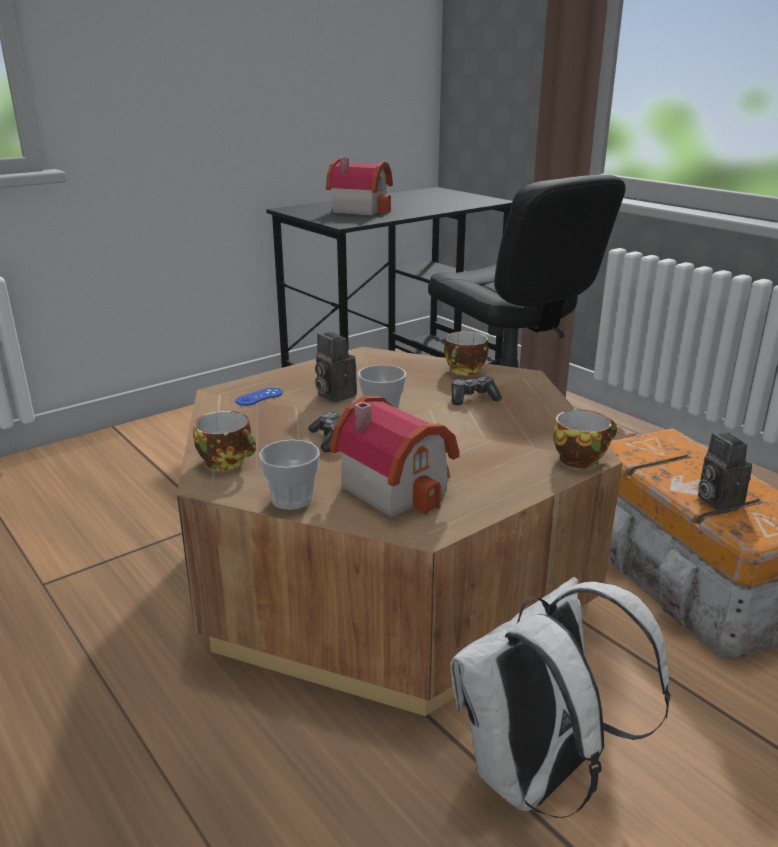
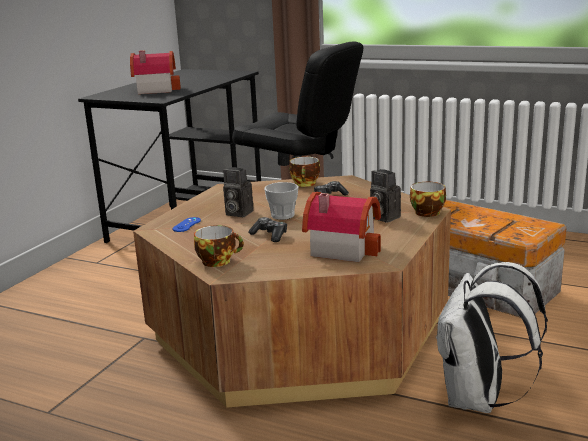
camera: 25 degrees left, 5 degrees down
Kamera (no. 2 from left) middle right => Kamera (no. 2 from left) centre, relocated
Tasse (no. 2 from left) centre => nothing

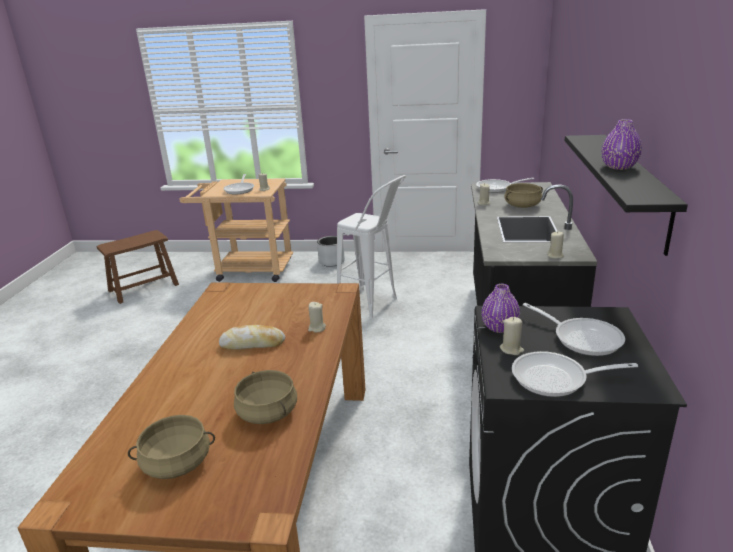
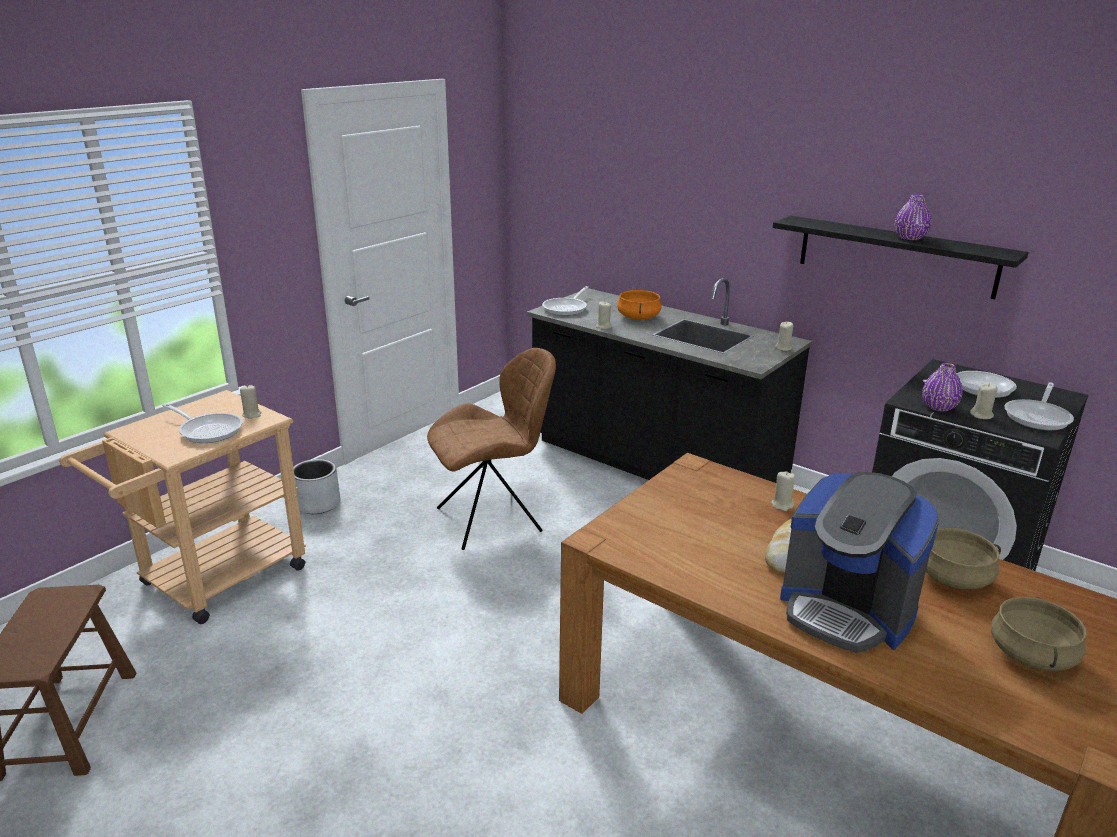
camera: 60 degrees left, 0 degrees up
Hocker (weiß) centre => Stuhl (braun) centre
Kochtopf (beige) (no. 3 from left) middle right => Kochtopf (orange) centre
nothing => Kaffeemaschine bottom right

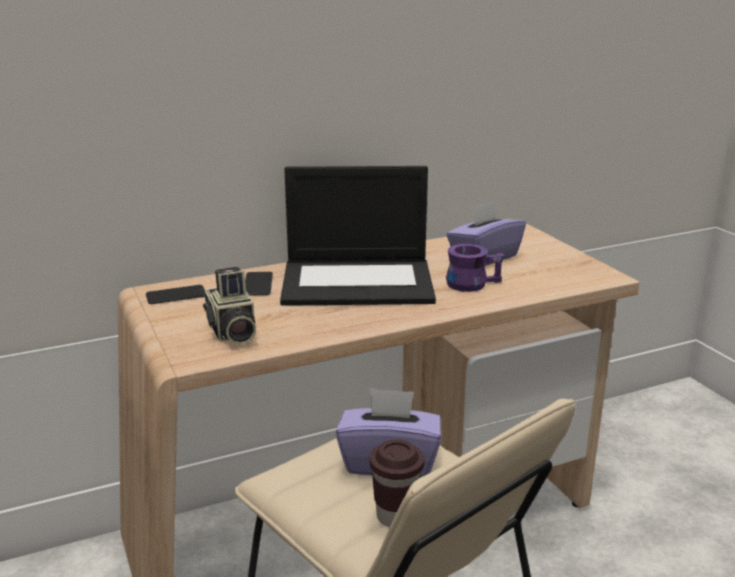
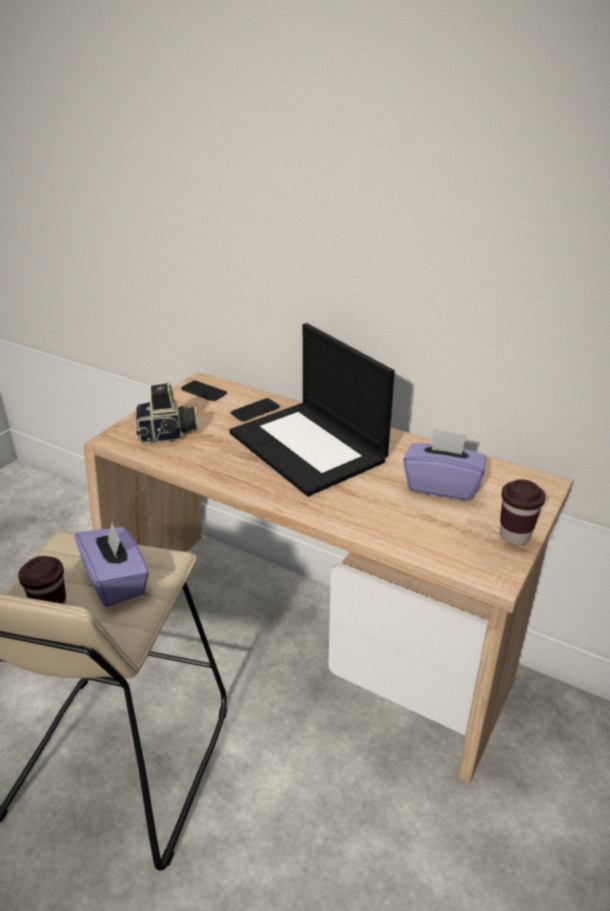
camera: 55 degrees right, 10 degrees up
Henkelbecher (lila) centre => nothing
Kamera middle left, 135 degrees counterclockwise
nothing => Tasse (braun) (no. 2 from left) middle right

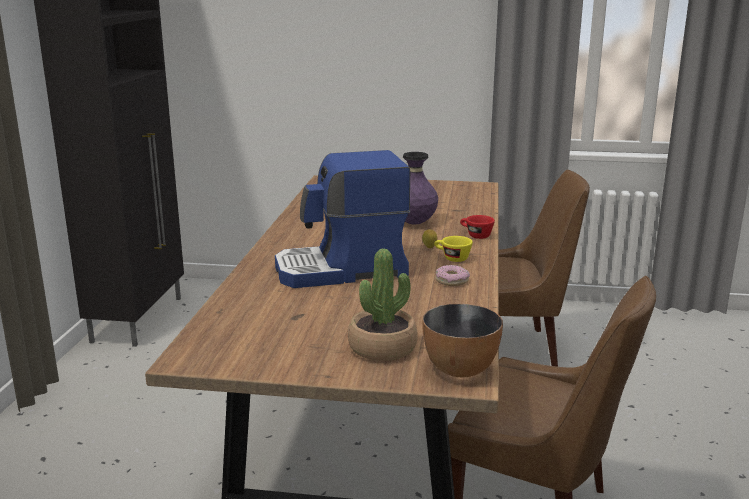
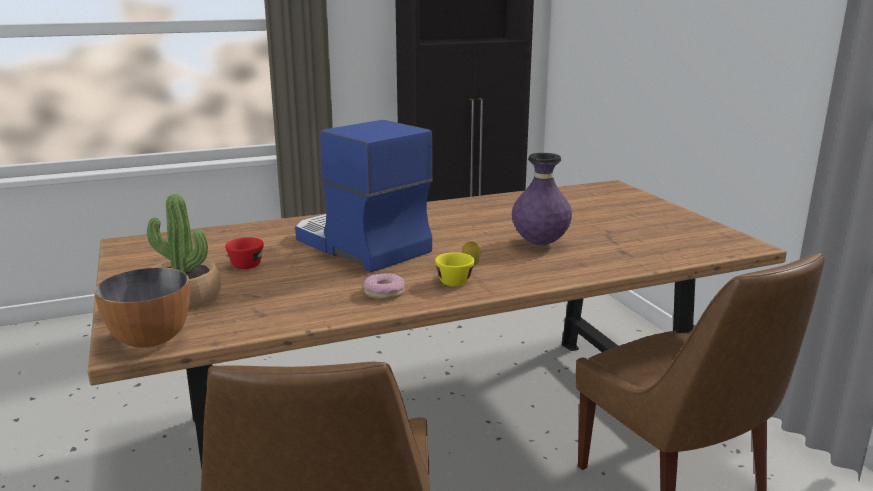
camera: 60 degrees right, 0 degrees up
Tasse (rot) centre => Tasse (rot) middle left, relocated

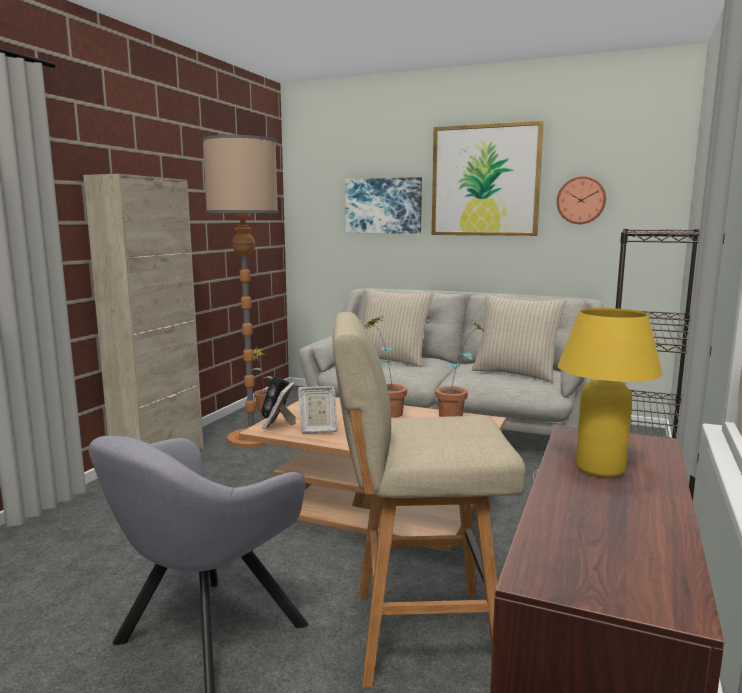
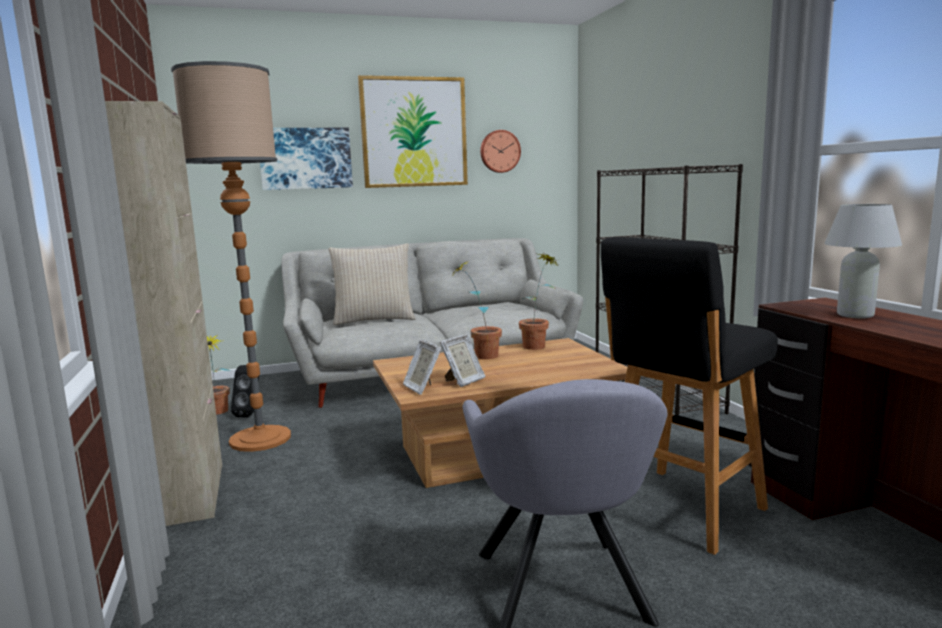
camera: 40 degrees left, 0 degrees up
Kissen (beige) (no. 2 from left) middle right => nothing
Tischlampe (gelb) middle right => Tischlampe (weiß) middle right
Hocker (beige) bottom centre => Hocker (schwarz) middle right

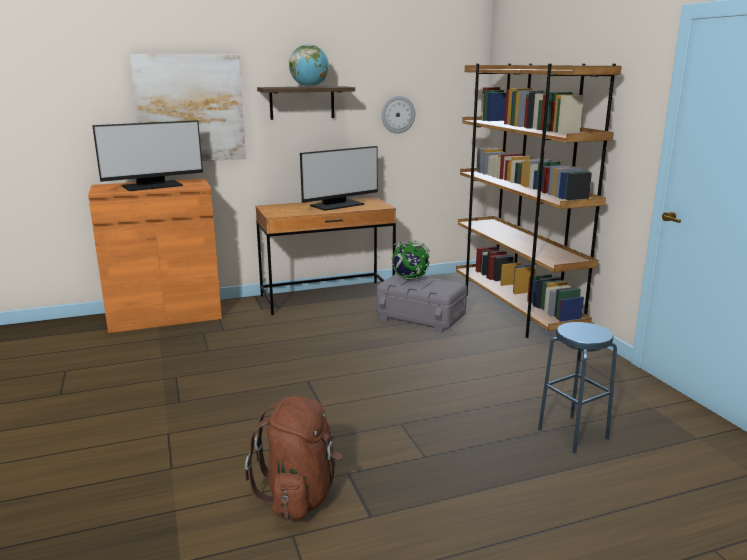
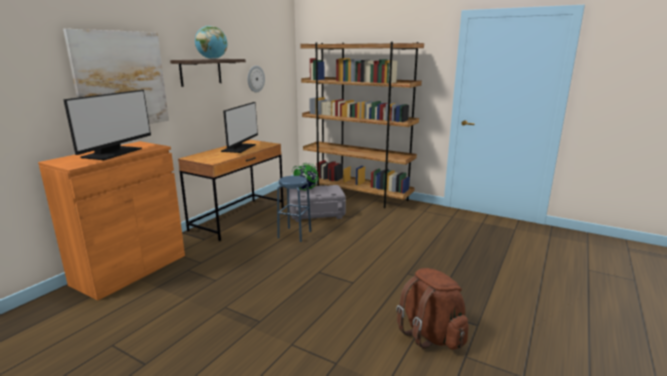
camera: 40 degrees left, 0 degrees up
Hocker (blau) bottom right => Hocker (blau) centre, relocated

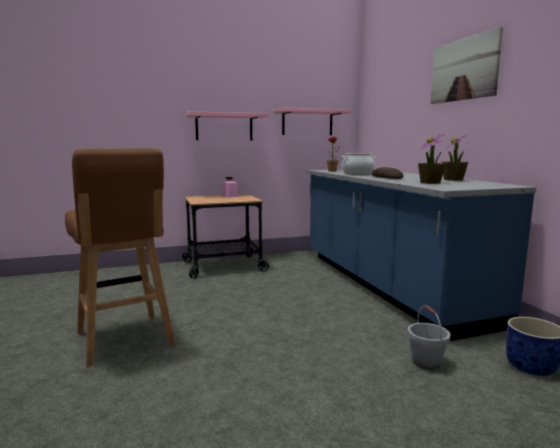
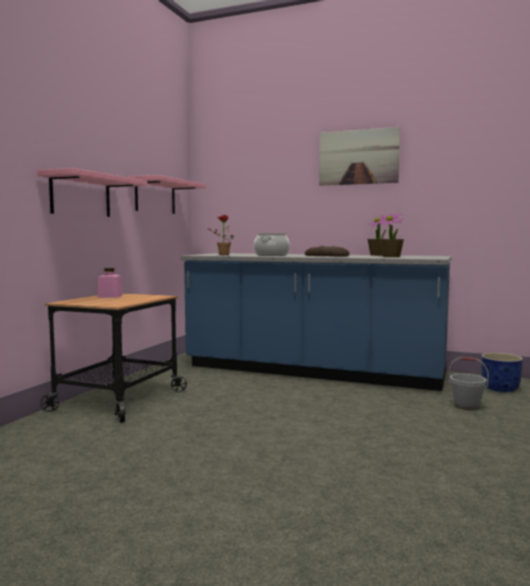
camera: 50 degrees left, 5 degrees down
Hocker (braun) middle left => nothing

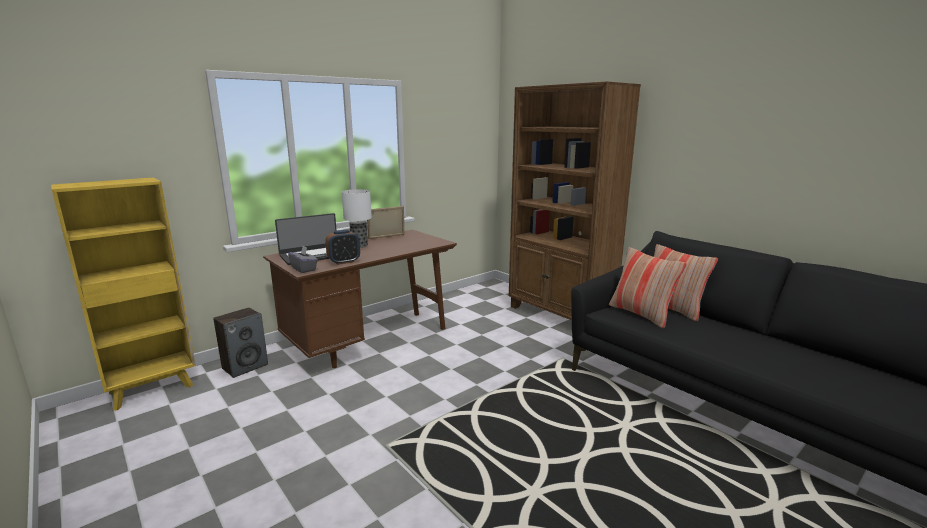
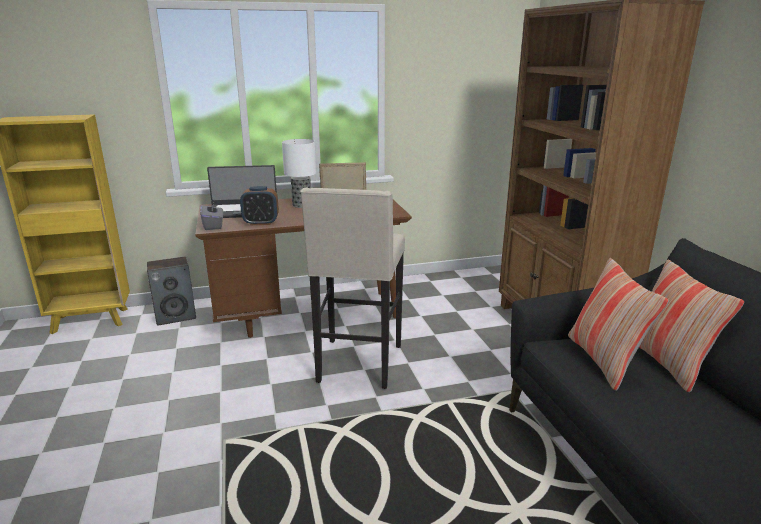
camera: 25 degrees right, 5 degrees up
nothing => Hocker (beige) centre

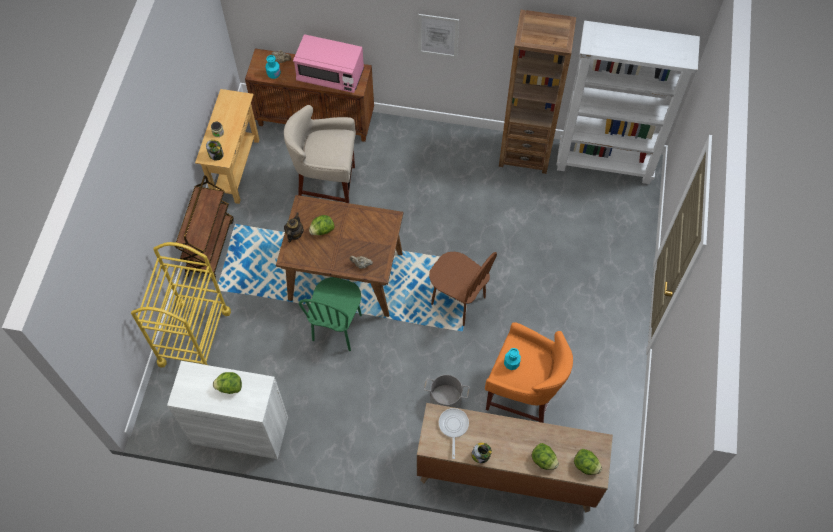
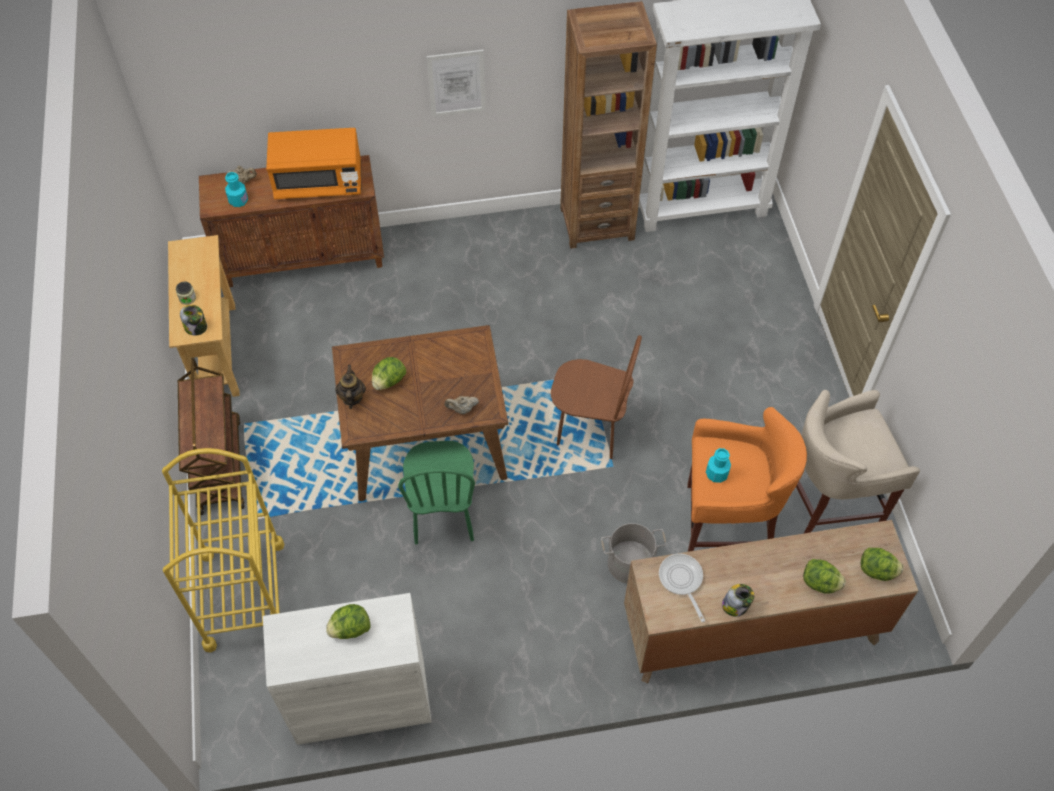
camera: 20 degrees left, 5 degrees down
Mikrowelle (rosa) top centre => Mikrowelle (orange) top left
Hocker (beige) top centre => Hocker (beige) middle right, relocated

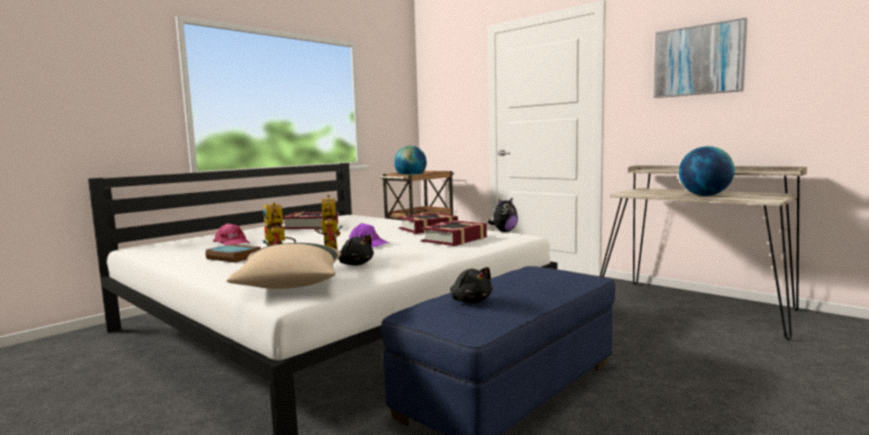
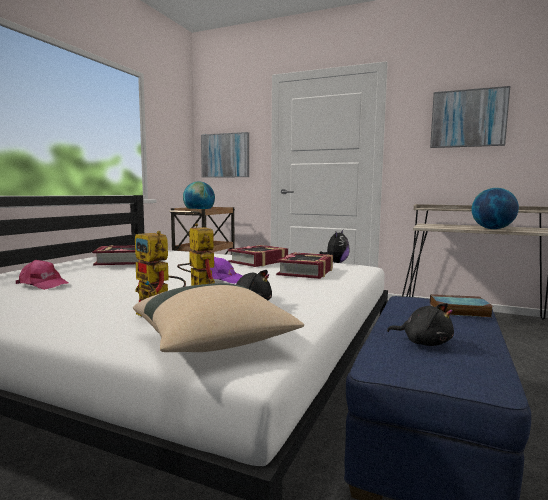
camera: 20 degrees left, 0 degrees up
Buch (no. 1 from left in the first image) middle left => Buch (no. 4 from left) middle right, relocated
nothing => Bild (no. 1 from left) top centre

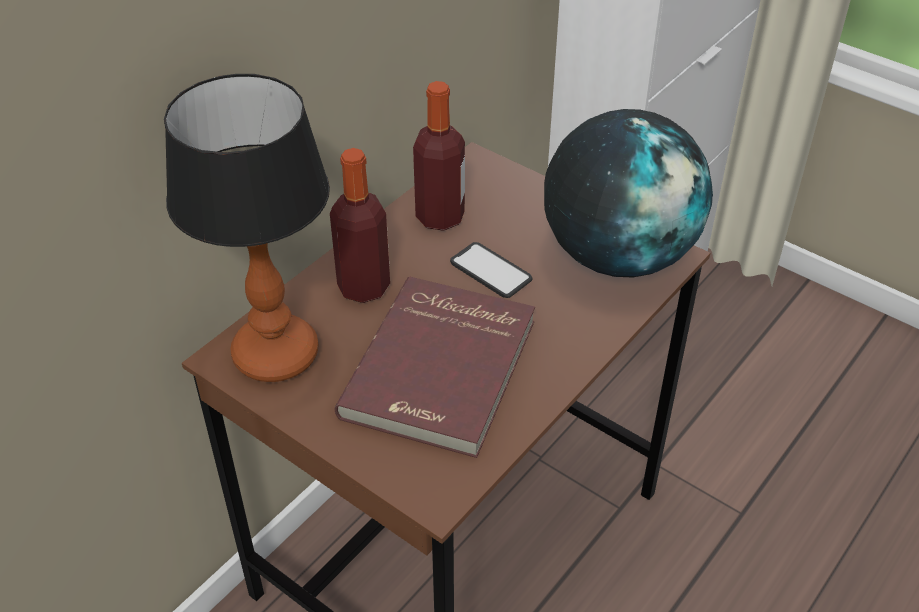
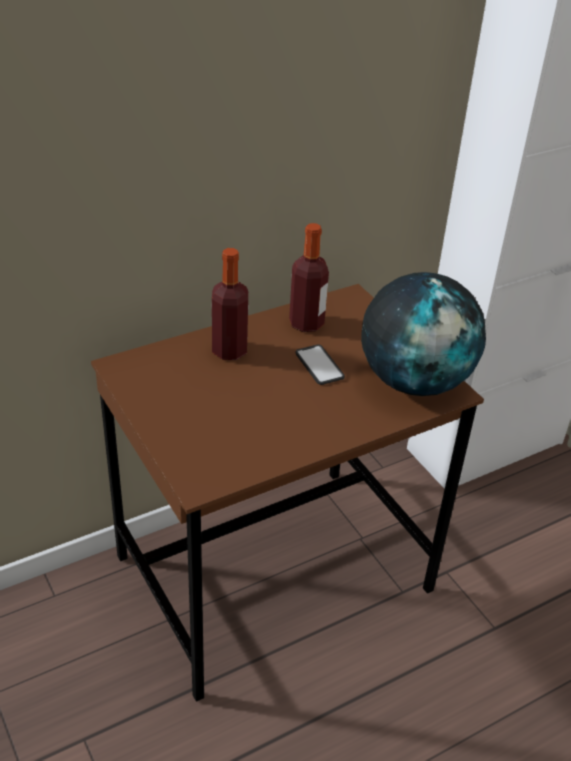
camera: 20 degrees right, 5 degrees down
Tischlampe middle left => nothing
Buch (rot) centre => nothing

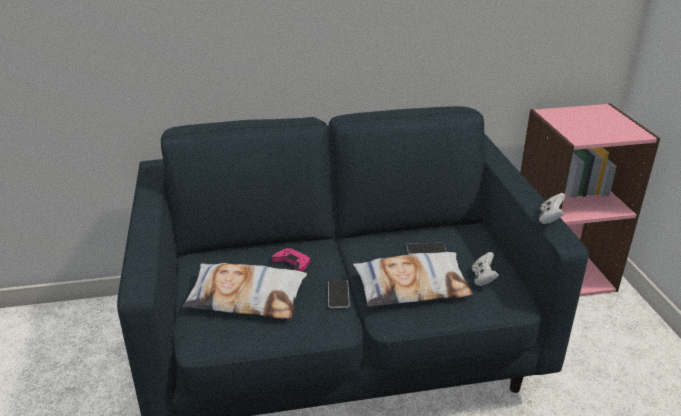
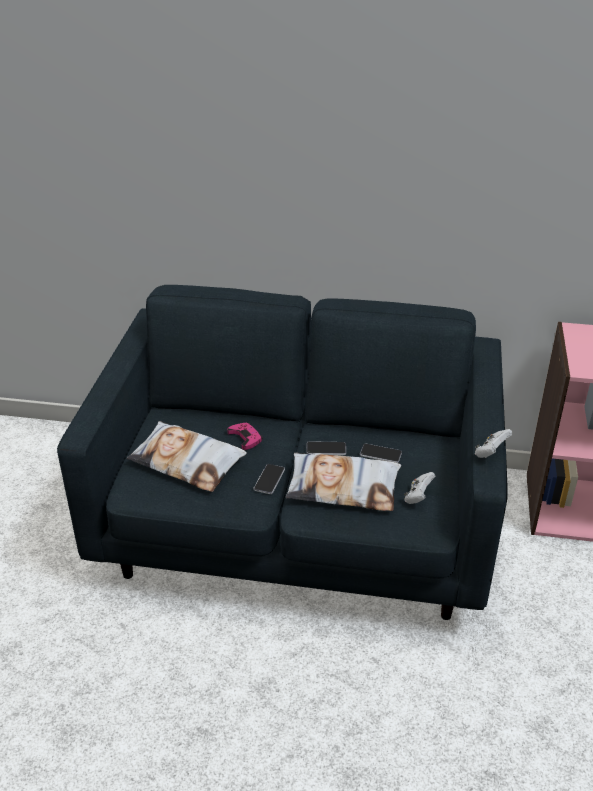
camera: 20 degrees right, 5 degrees up
nothing => Handy (no. 2 from left) centre

